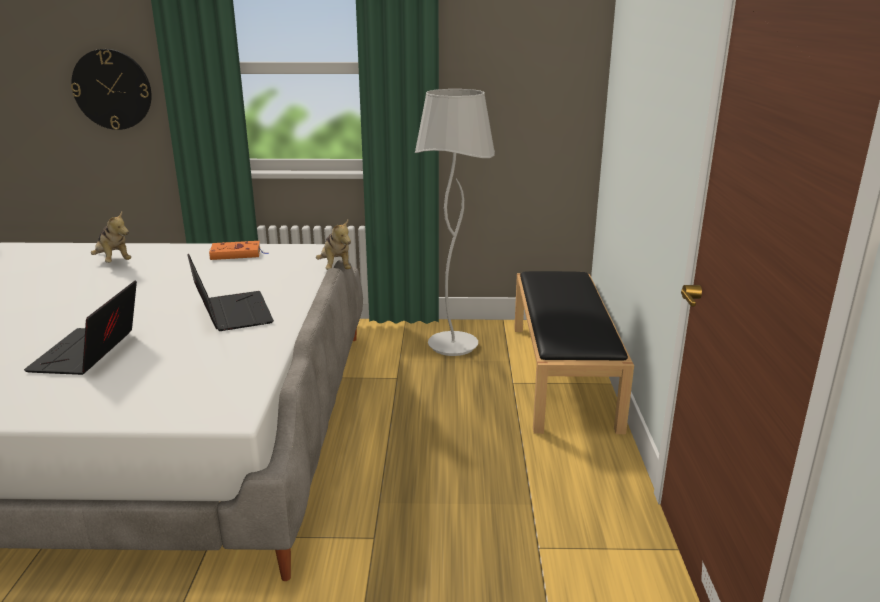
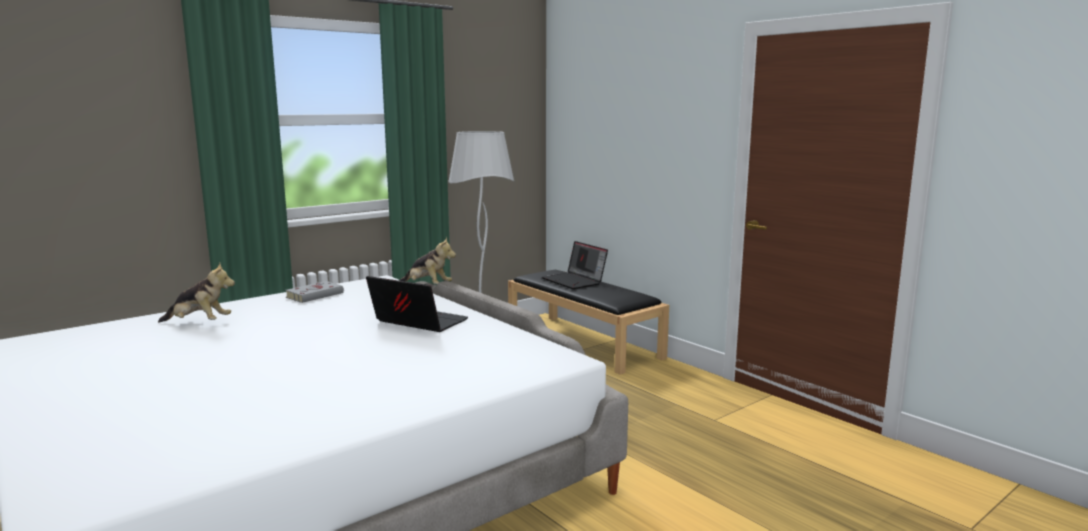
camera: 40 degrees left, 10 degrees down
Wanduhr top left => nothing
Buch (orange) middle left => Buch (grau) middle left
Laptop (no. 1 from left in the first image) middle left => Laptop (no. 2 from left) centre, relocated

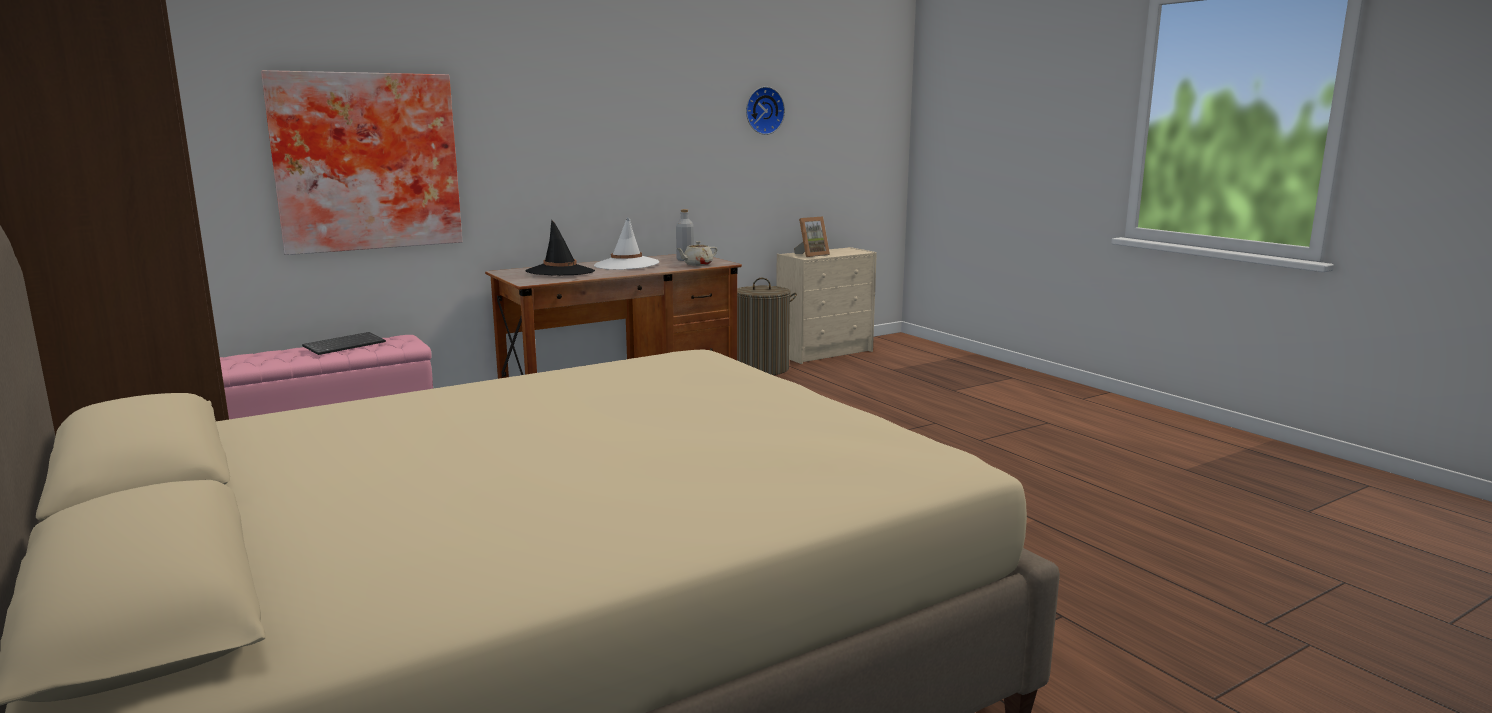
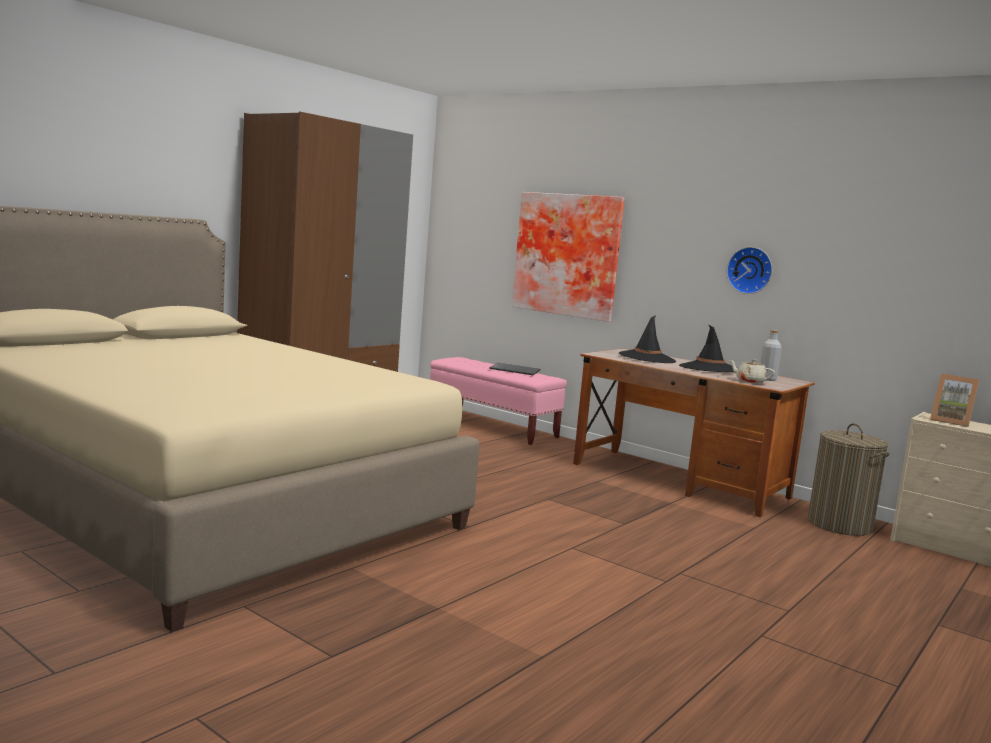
camera: 70 degrees right, 5 degrees down
Wanduhr top centre => Wanduhr middle right, relocated
Hut (weiß) centre => Hut (schwarz) (no. 2 from left) middle right

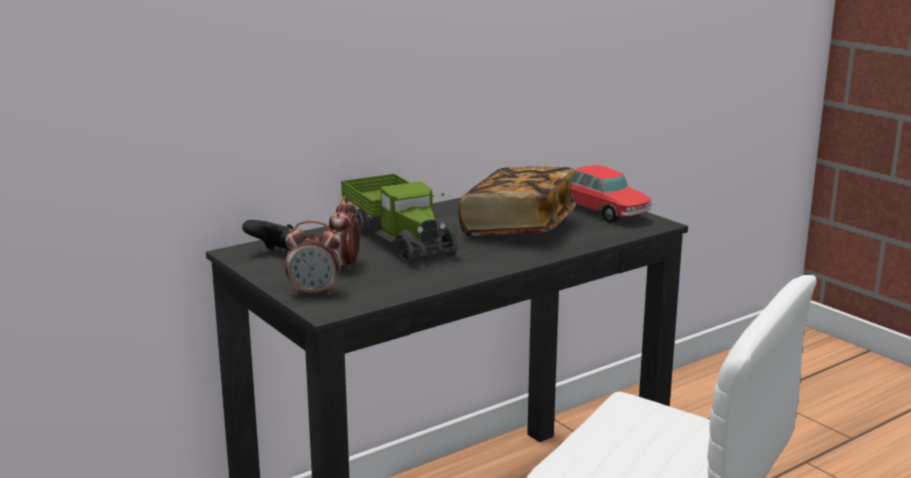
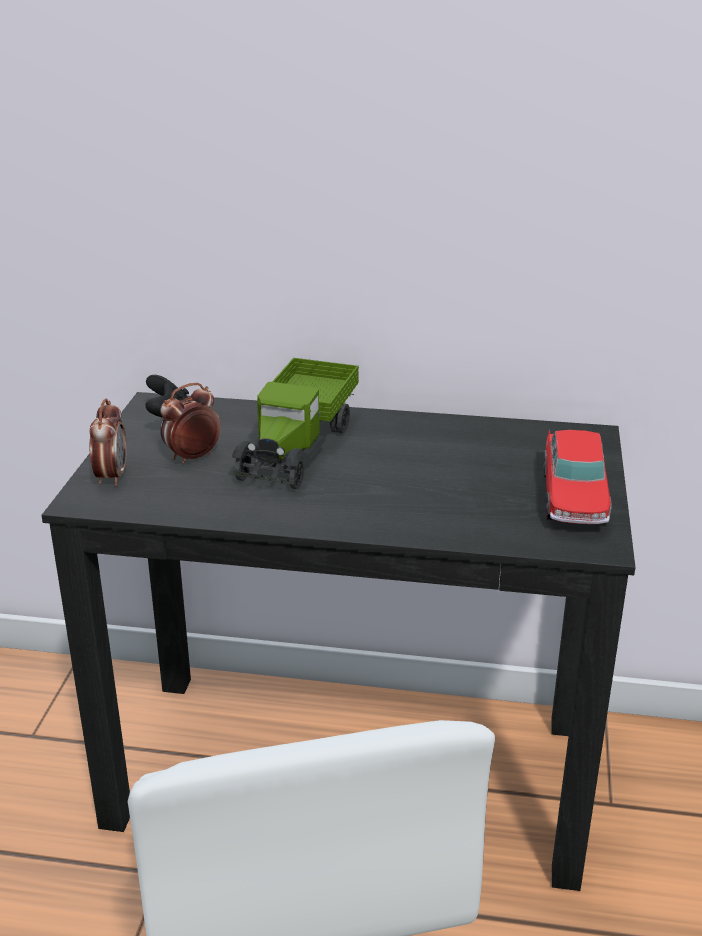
camera: 45 degrees right, 10 degrees up
Buch centre => nothing
Wecker (no. 1 from left) centre => Wecker (no. 1 from left) middle left, 135 degrees counterclockwise

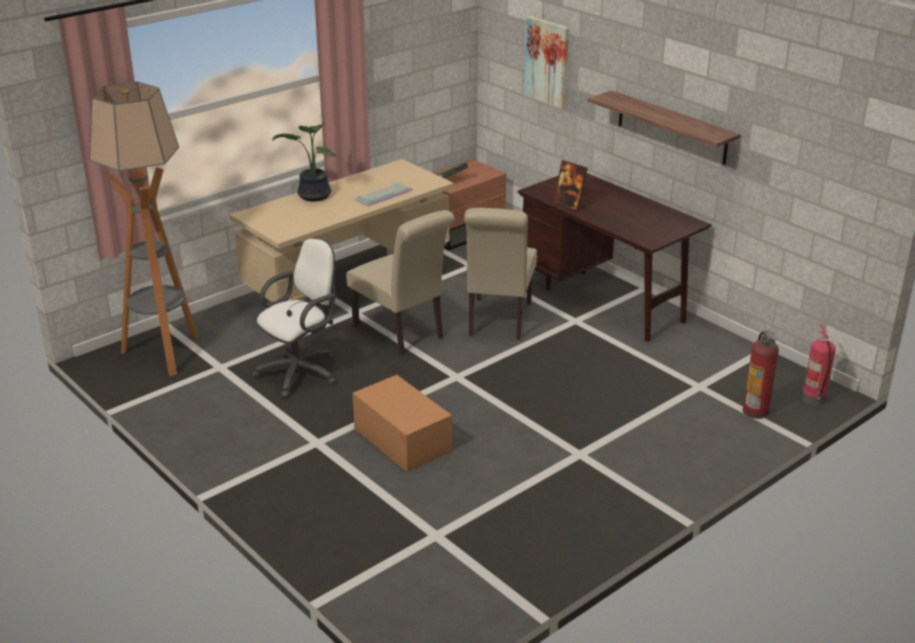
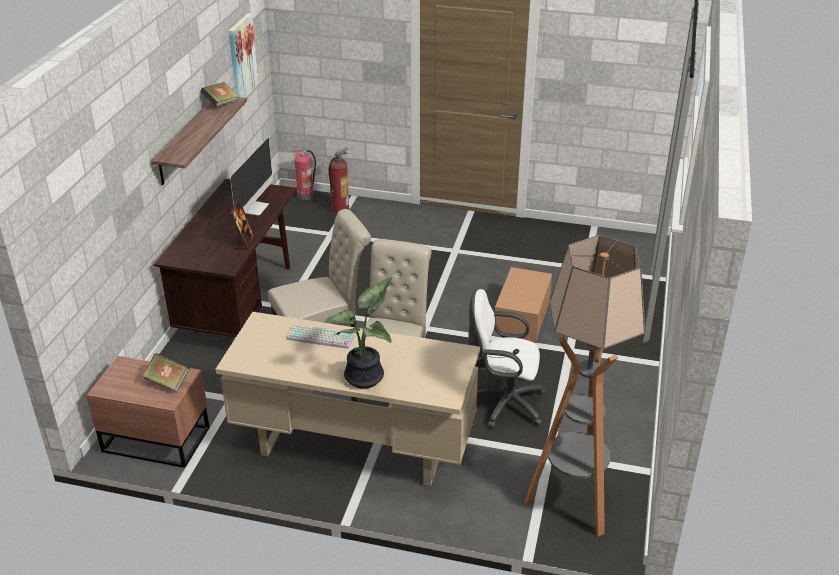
camera: 125 degrees left, 5 degrees up
Bild top centre => Bild top left, relocated
nothing => Buch (no. 2 from left) top left
nothing => Monitor top left

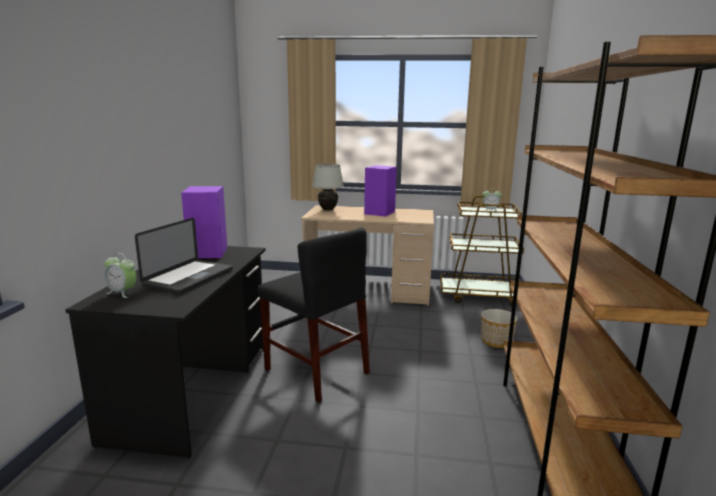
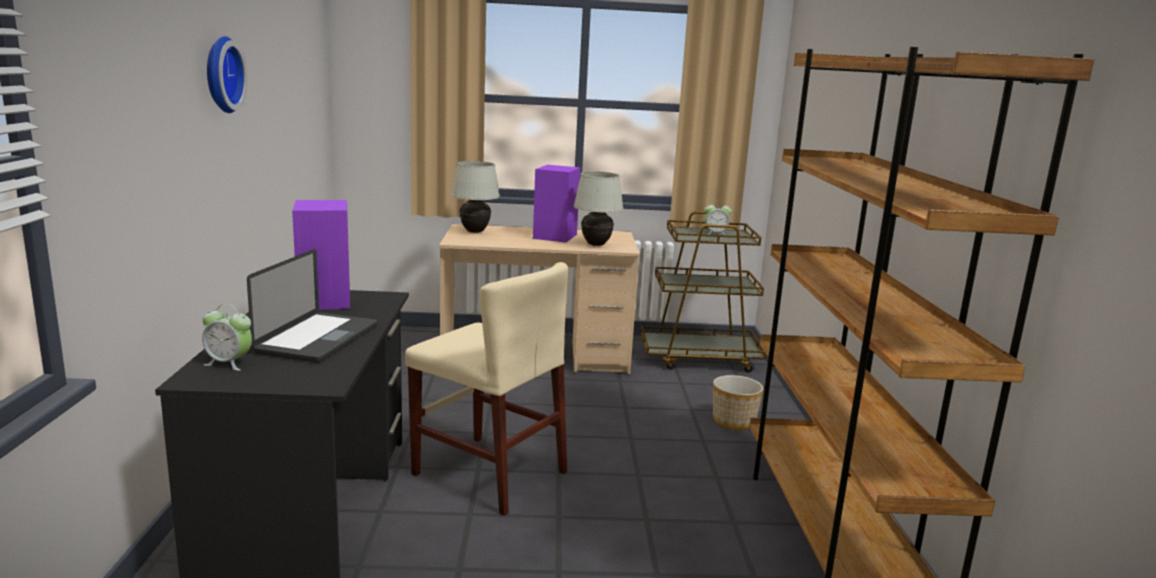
camera: 10 degrees left, 0 degrees up
Stuhl (schwarz) centre => Stuhl (beige) bottom centre
nothing => Wanduhr top left
nothing => Tischlampe (weiß) (no. 2 from left) centre

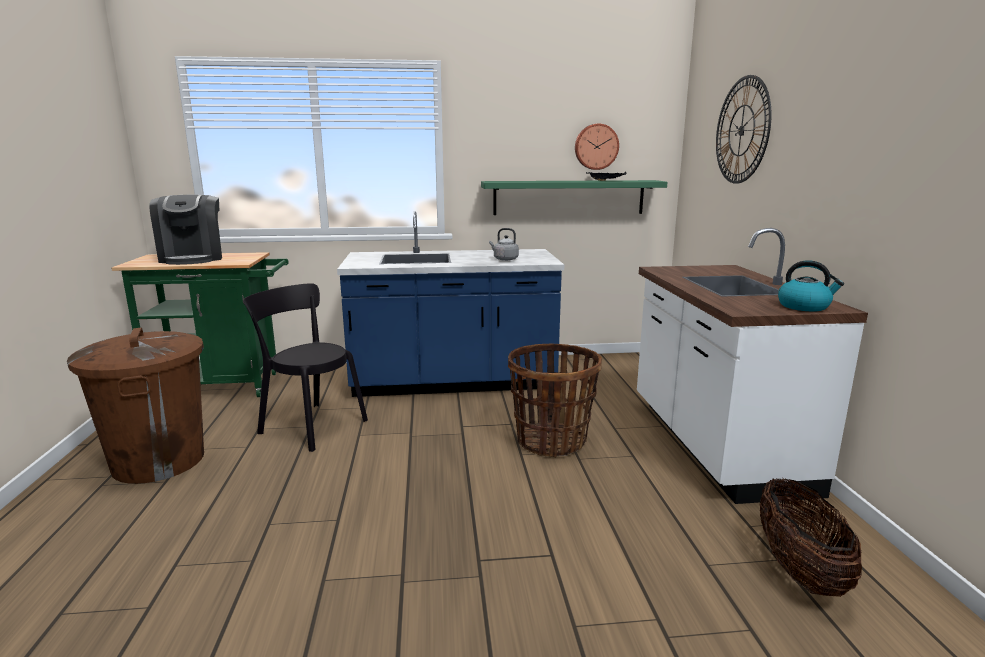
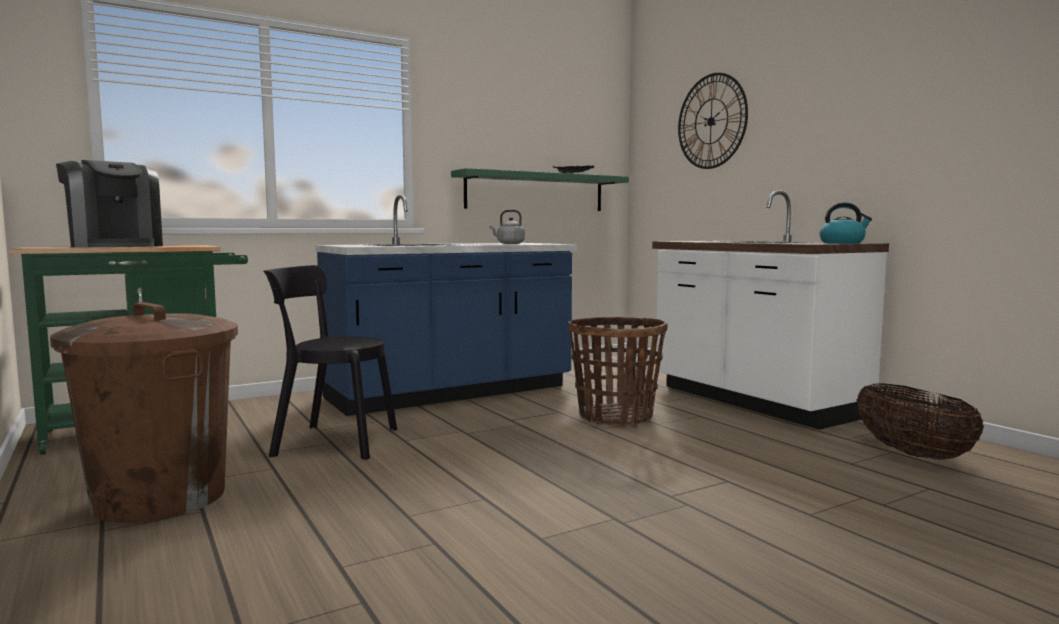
camera: 25 degrees left, 10 degrees down
Wanduhr (no. 1 from left) top centre => nothing

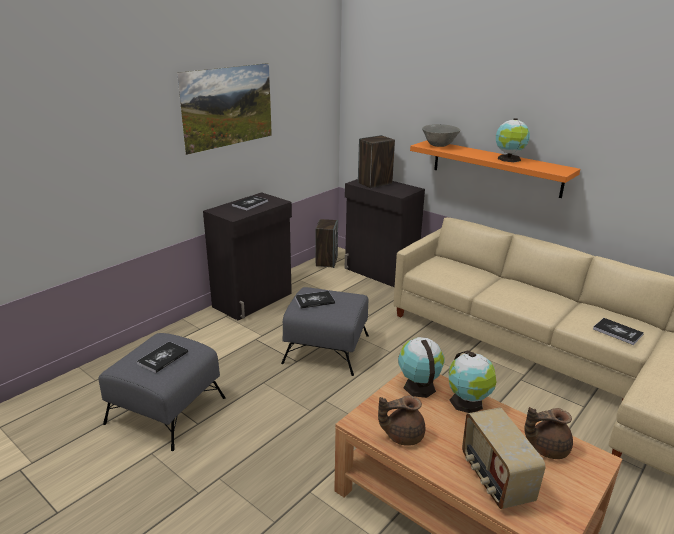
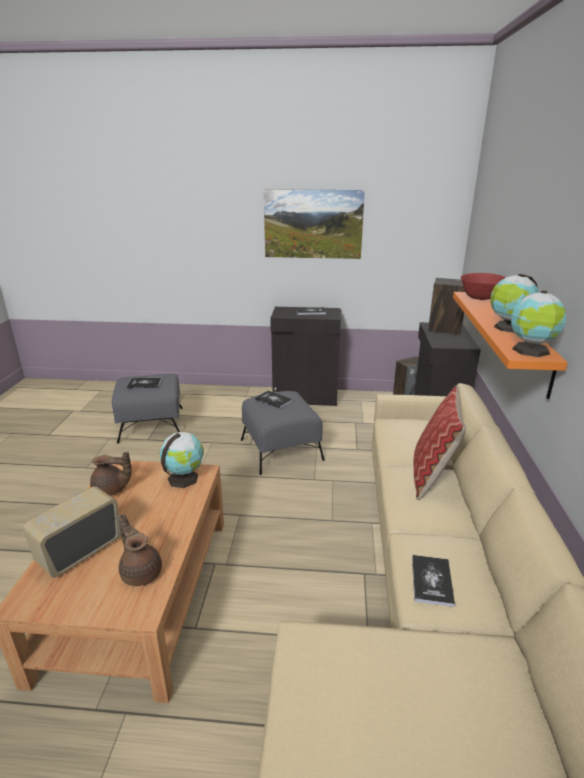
camera: 55 degrees right, 0 degrees up
Schüssel (grau) top centre => Schüssel (rot) middle right
Globus (no. 2 from left in the first image) bottom right => Globus (no. 3 from left) middle right, relocated
Teekanne (braun) (no. 1 from left) bottom centre => Teekanne (braun) (no. 1 from left) middle left, 135 degrees clockwise
nothing => Kissen middle right

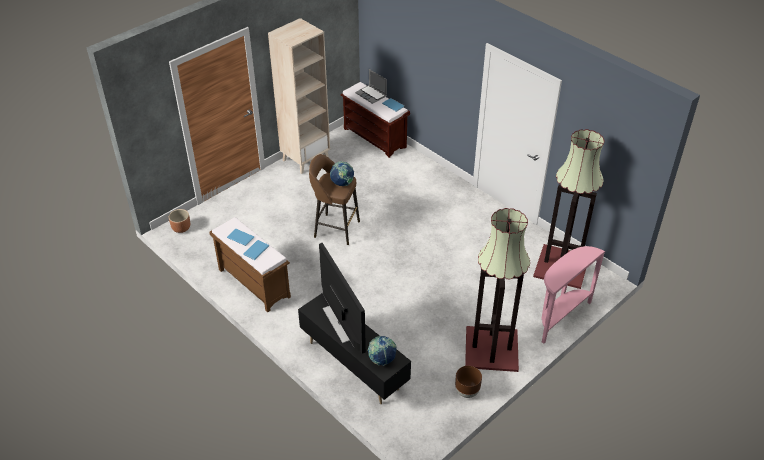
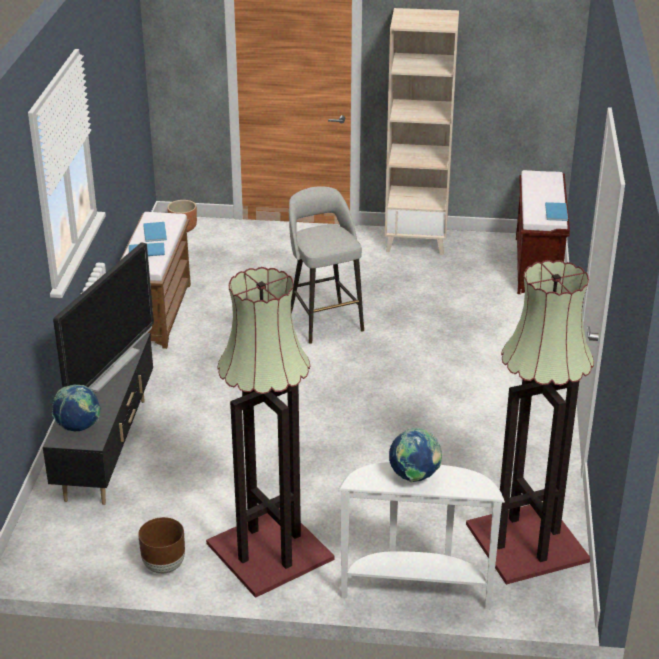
camera: 50 degrees right, 10 degrees down
Laptop top centre => nothing
Hocker (braun) centre => Hocker (grau) centre
Globus (no. 1 from left in the first image) centre => Globus (no. 2 from left) bottom centre, relocated
Konsolentisch (rosa) middle right => Konsolentisch (weiß) bottom centre

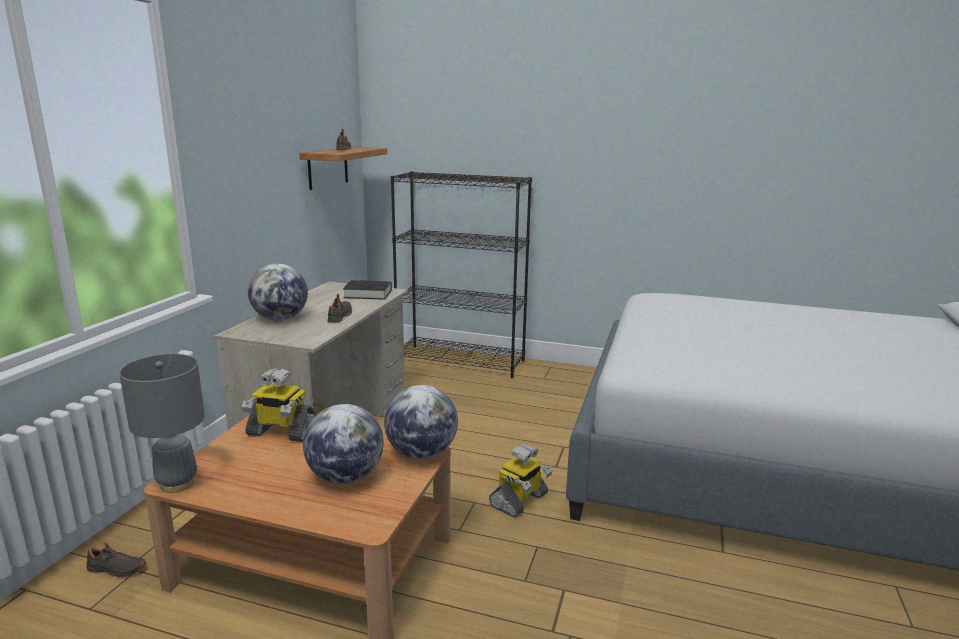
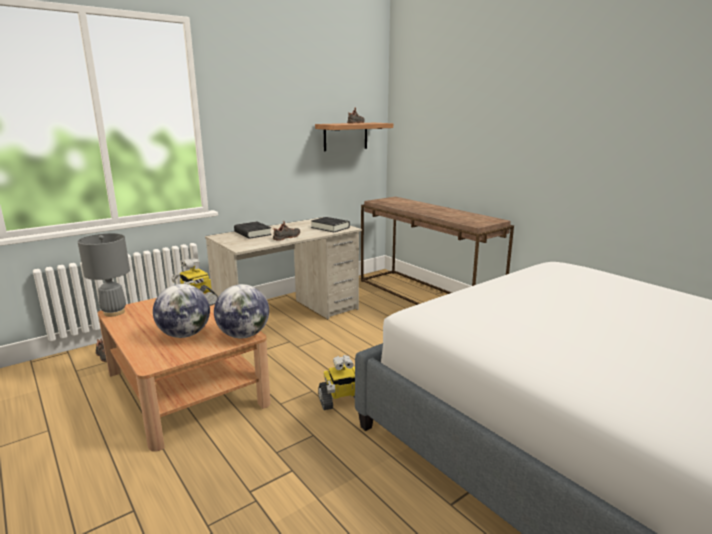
camera: 35 degrees right, 0 degrees up
Bücherregal (schwarz) centre => Konsolentisch (braun) centre
Globus (no. 1 from left) middle left => Buch (schwarz) (no. 1 from left) centre

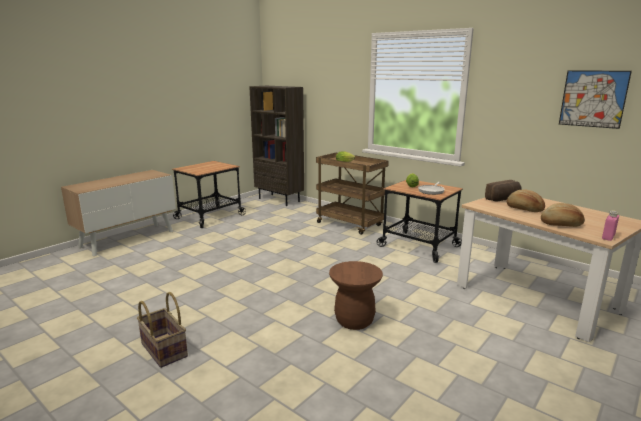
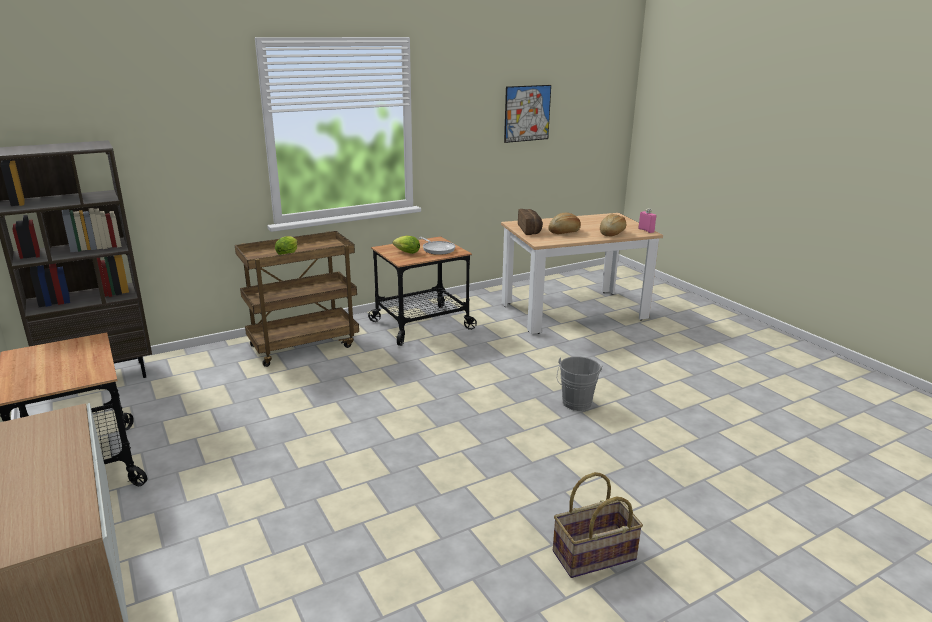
camera: 70 degrees left, 5 degrees up
Hocker (braun) bottom centre => Eimer (grau) centre

